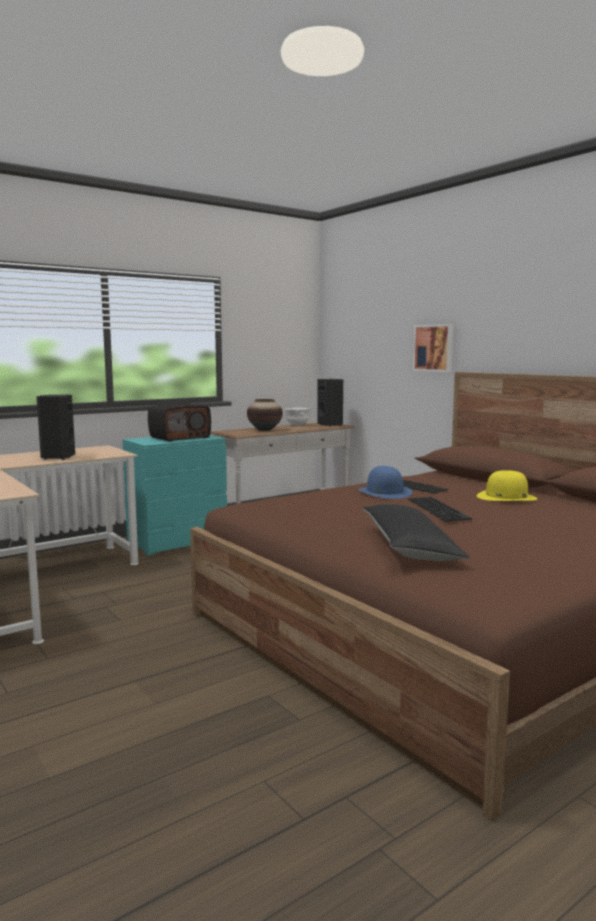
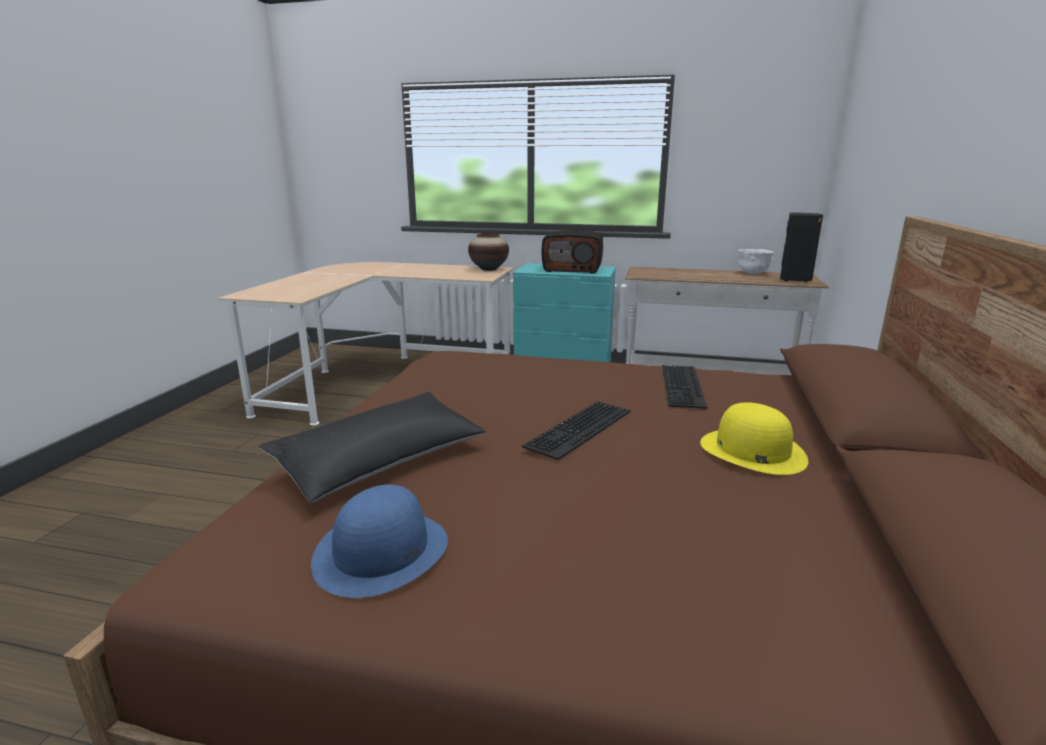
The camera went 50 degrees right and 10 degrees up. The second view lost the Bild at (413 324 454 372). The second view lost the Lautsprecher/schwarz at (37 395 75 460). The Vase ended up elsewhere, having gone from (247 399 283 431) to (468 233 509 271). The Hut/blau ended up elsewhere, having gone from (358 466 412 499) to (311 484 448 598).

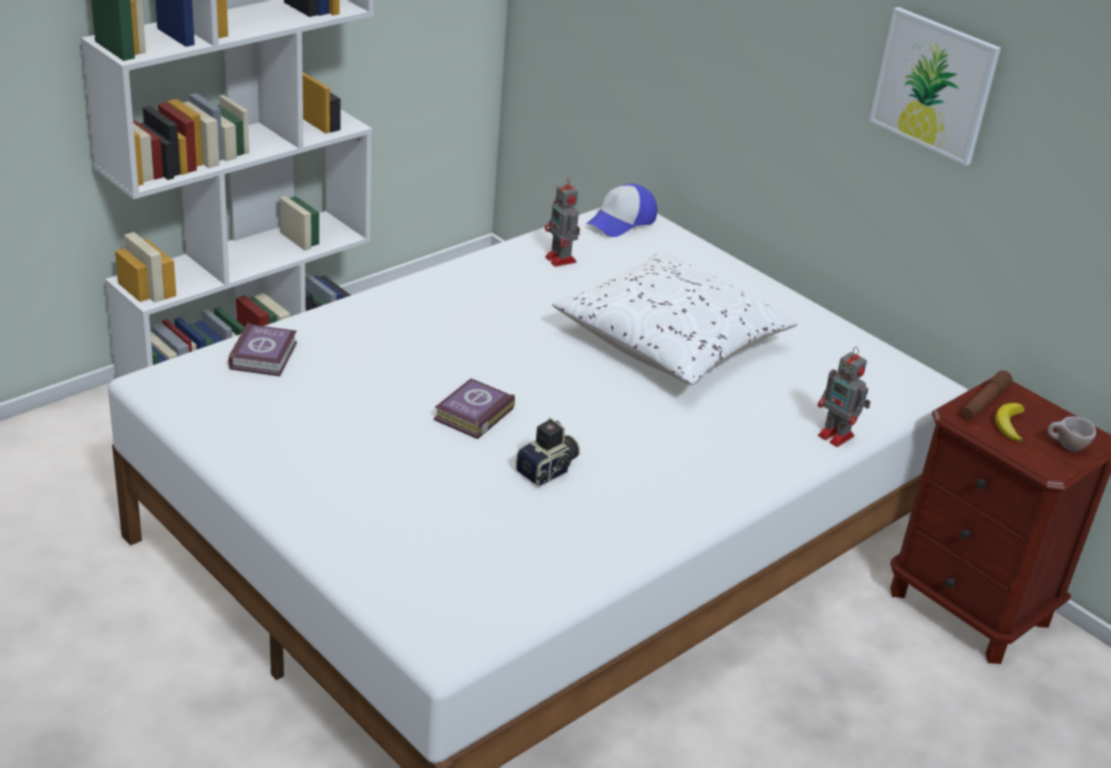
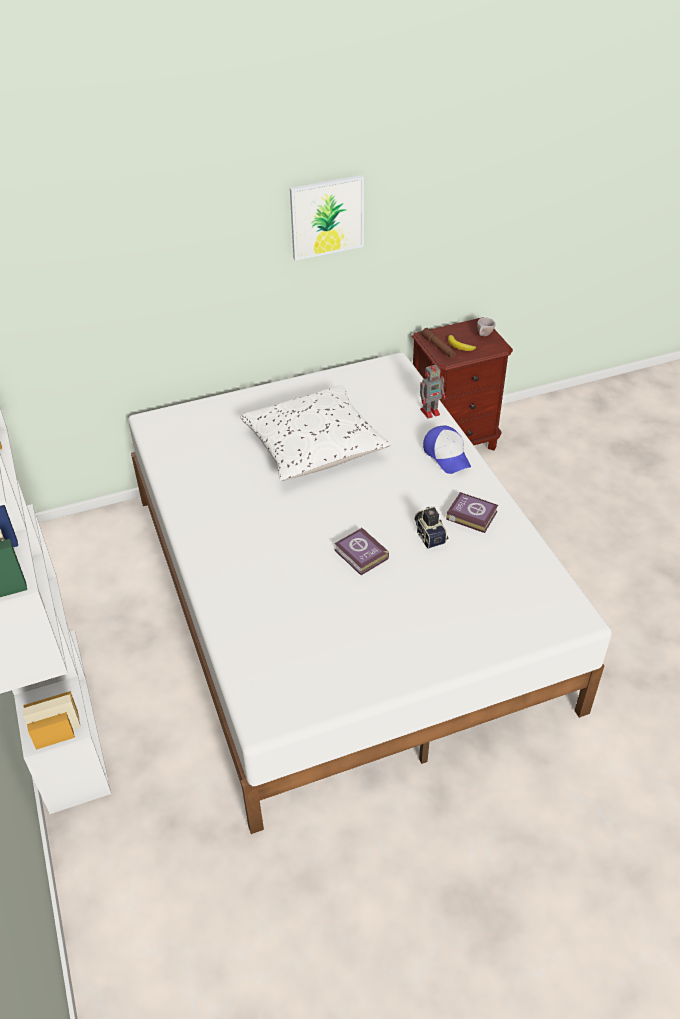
The camera went 65 degrees left and 10 degrees up. The second view lost the Spielzeugroboter at (545 177 580 267). The Kappe ended up elsewhere, having gone from (586 184 657 237) to (423 426 471 474). The Buch ended up elsewhere, having gone from (228 323 297 376) to (446 492 498 533).

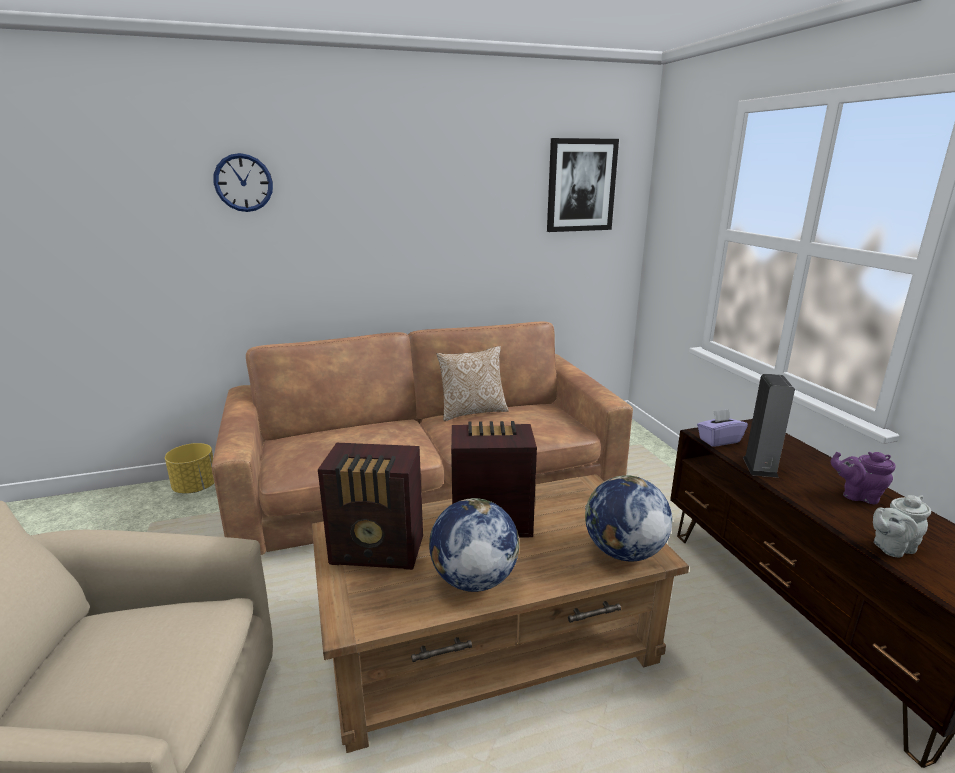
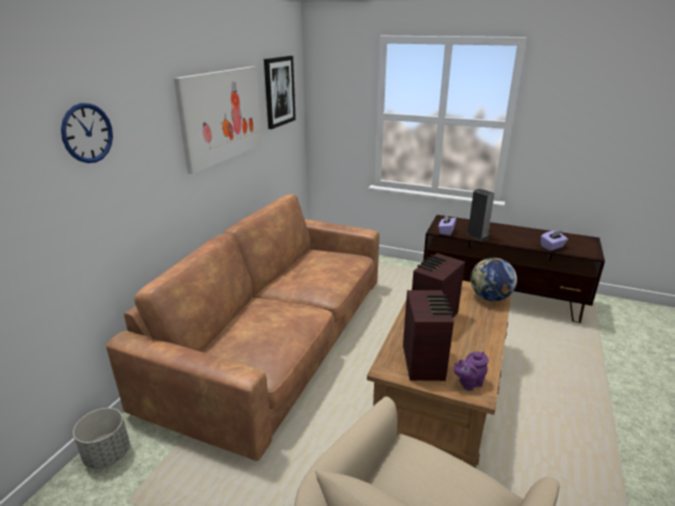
The camera went 50 degrees left and 5 degrees up. The second view lost the Kissen at (436 346 509 421). What was the Pflanzkübel/gelb at (165 443 214 493) turned into the Pflanzkübel/grau at (73 408 130 469). The Radio at (318 443 423 570) ended up facing another way, 45 degrees counterclockwise from before. The Teekanne/lila ended up elsewhere, having gone from (831 452 896 504) to (454 352 489 390). Where the Teekanne/grau stood at (873 495 931 557), the Taschentuchbox/lila came to stand at (541 230 568 251). The second view lost the Globus at (429 498 520 592). The second view gained the Bild at (174 66 262 174).

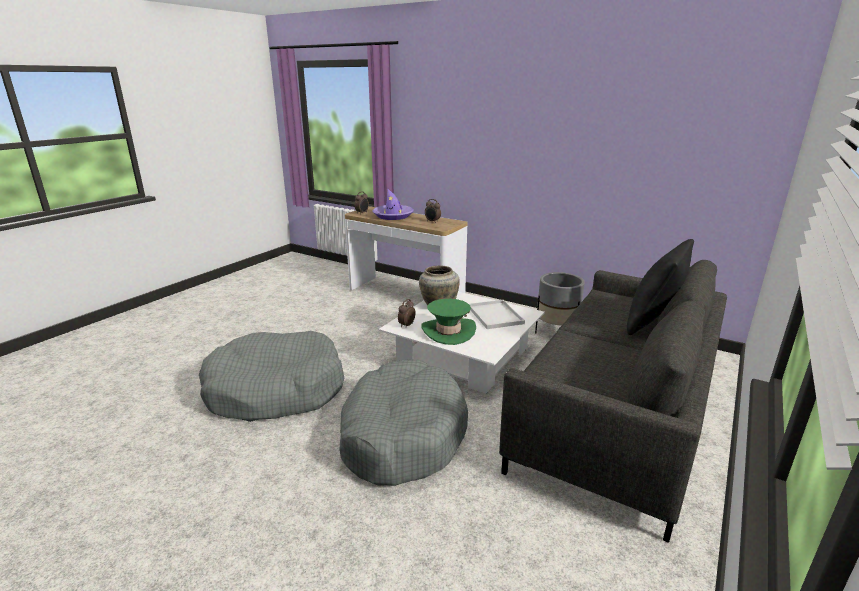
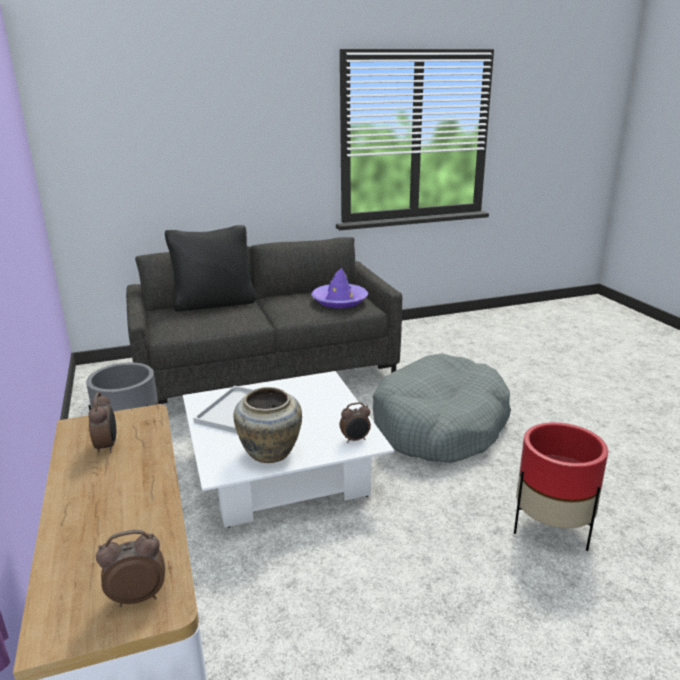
The camera went 140 degrees left and 0 degrees up. The Hut/lila ended up elsewhere, having gone from (372 189 414 220) to (311 268 368 308). The second view lost the Hut/grün at (421 299 476 345). Where the Hundebett/grau stood at (199 331 344 422), the Pflanzkübel/rot came to stand at (514 422 608 551).

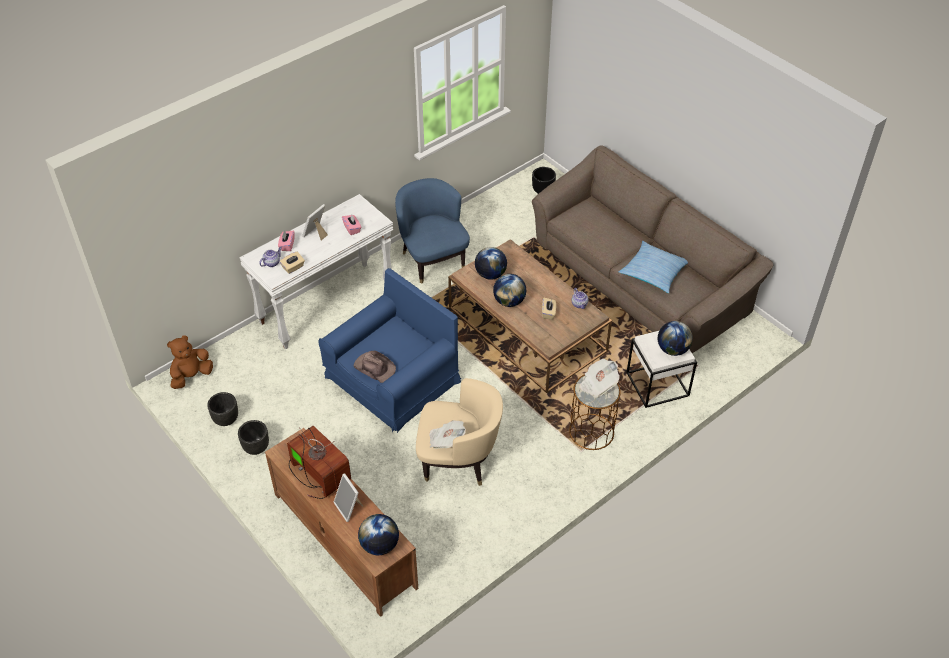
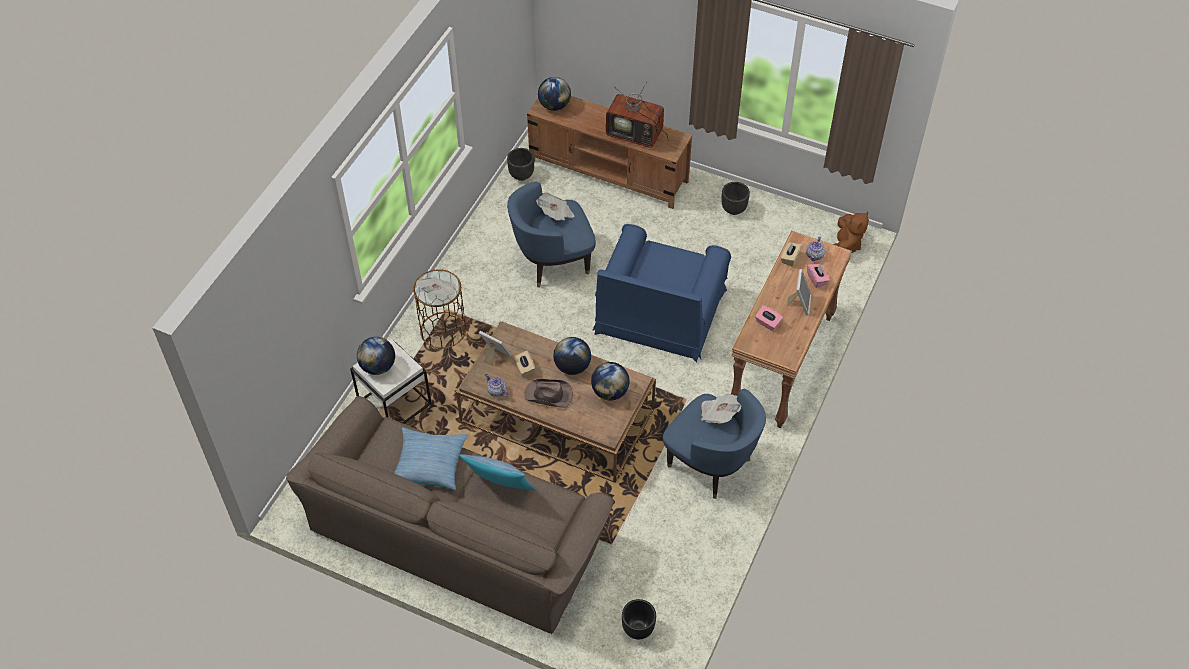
The camera went 155 degrees right and 5 degrees up. What was the Konsolentisch/weiß at (240 194 394 349) turned into the Konsolentisch/braun at (731 231 852 428). The Hut/braun ended up elsewhere, having gone from (353 351 396 383) to (524 379 573 408). What was the Sessel/beige at (416 378 503 486) turned into the Sessel/blau at (507 182 596 288). The Pflanzkübel/schwarz ended up elsewhere, having gone from (207 392 238 426) to (507 148 534 181). The Bilderrahmen ended up elsewhere, having gone from (334 473 363 522) to (479 331 512 367). The second view gained the Zeitung at (701 394 741 424). The second view gained the Kissen at (460 454 536 490).

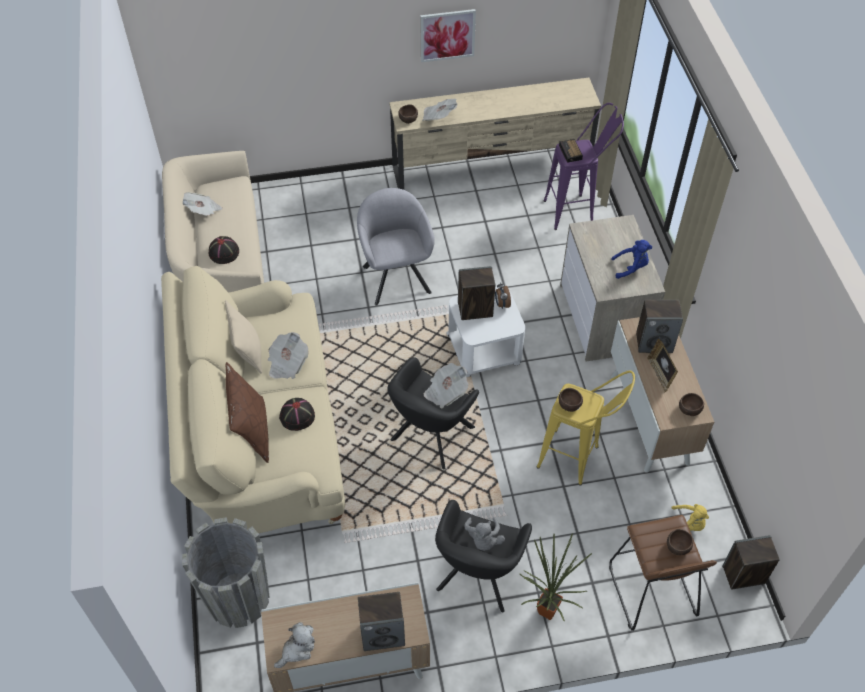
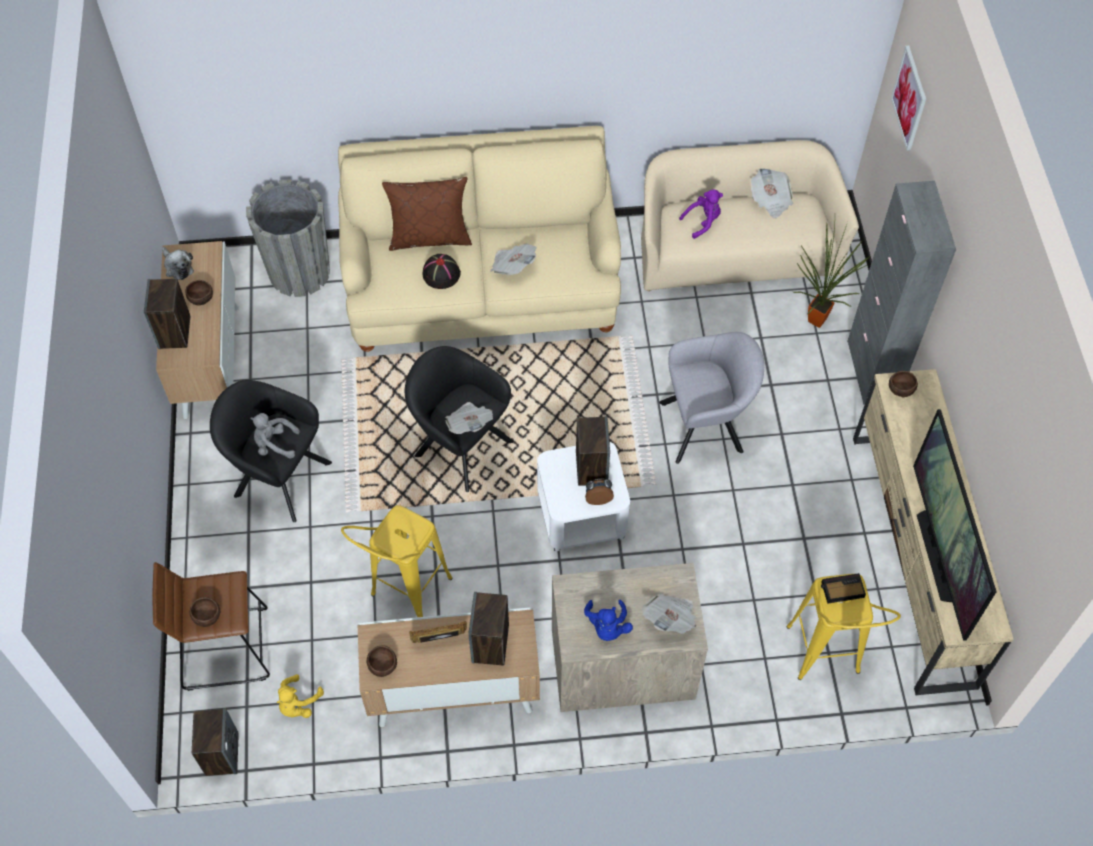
The camera went 95 degrees right and 5 degrees up. The Bild ended up elsewhere, having gone from (420 9 476 62) to (891 46 926 151). The Zeitung ended up elsewhere, having gone from (422 99 458 121) to (642 593 697 634). What was the Hocker/lila at (544 103 624 230) turned into the Hocker/gelb at (787 574 901 680). Where the Hut/schwarz stood at (209 236 239 264), the Plüschtier/lila came to stand at (679 189 723 239). The second view lost the Kissen/beige at (225 300 262 374). The Schüssel/braun ended up elsewhere, having gone from (559 388 583 412) to (186 280 213 306). The Topfpflanze ended up elsewhere, having gone from (519 533 592 621) to (793 222 870 328). The second view gained the Schrank/grau at (847 181 956 405). The second view gained the Fernseher at (913 409 997 641).

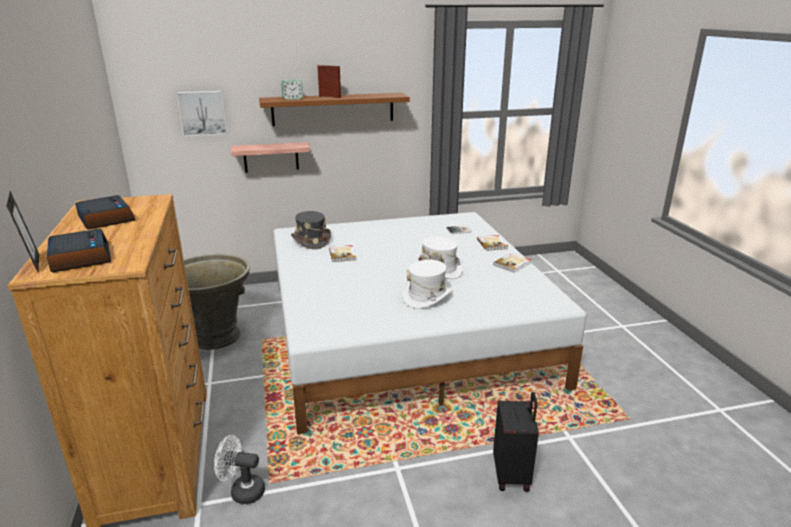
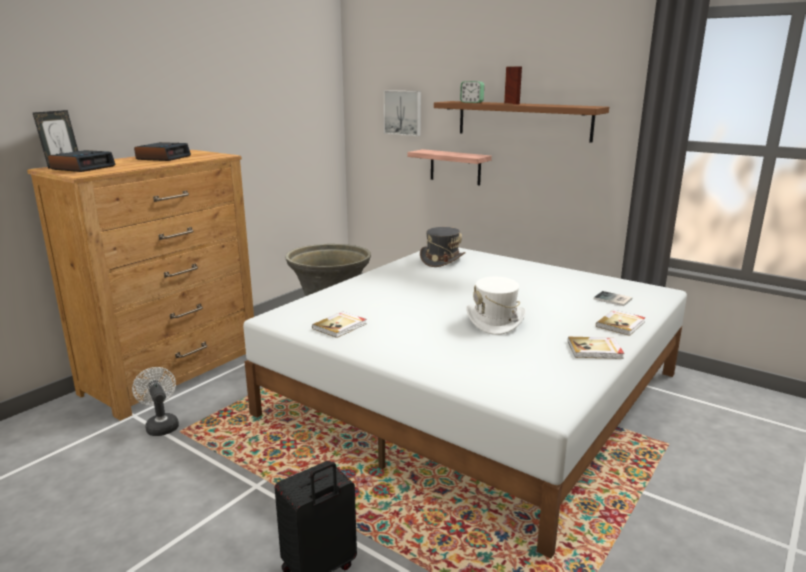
The camera went 50 degrees right and 5 degrees down. The Buch ended up elsewhere, having gone from (329 245 356 262) to (312 311 367 338). The second view lost the Hut/weiß at (402 260 452 309).

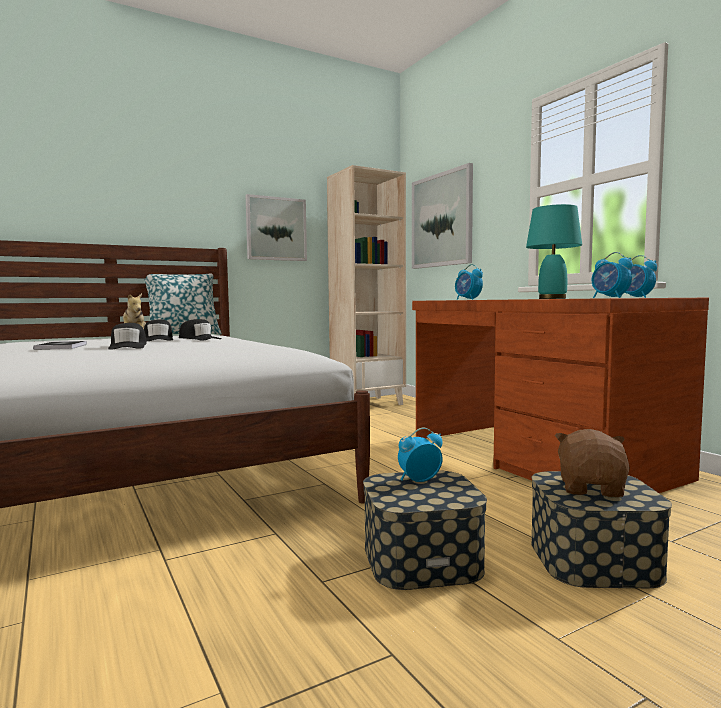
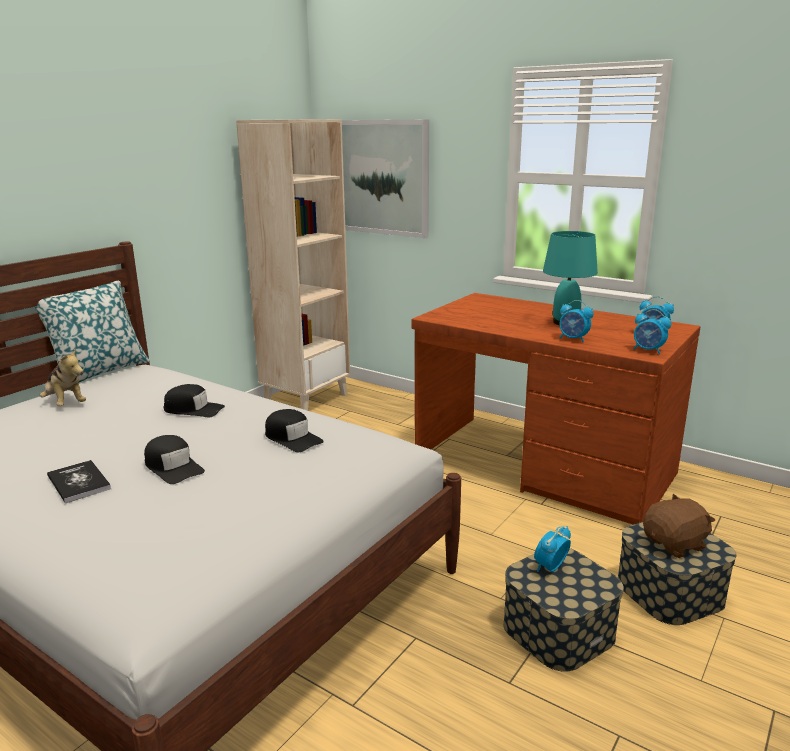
The camera went 25 degrees left and 15 degrees up. The second view lost the Bild at (245 194 307 261). The Wecker ended up elsewhere, having gone from (455 264 483 300) to (559 300 594 342). The Kappe/schwarz ended up elsewhere, having gone from (144 319 173 341) to (265 409 324 452). The Plüschtier/braun at (555 429 630 498) ended up facing another way, 75 degrees clockwise from before.

